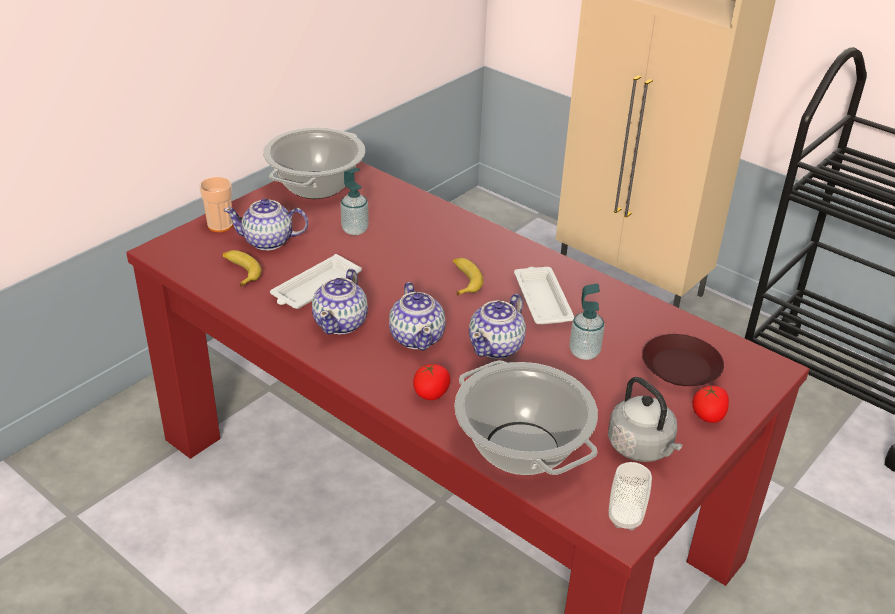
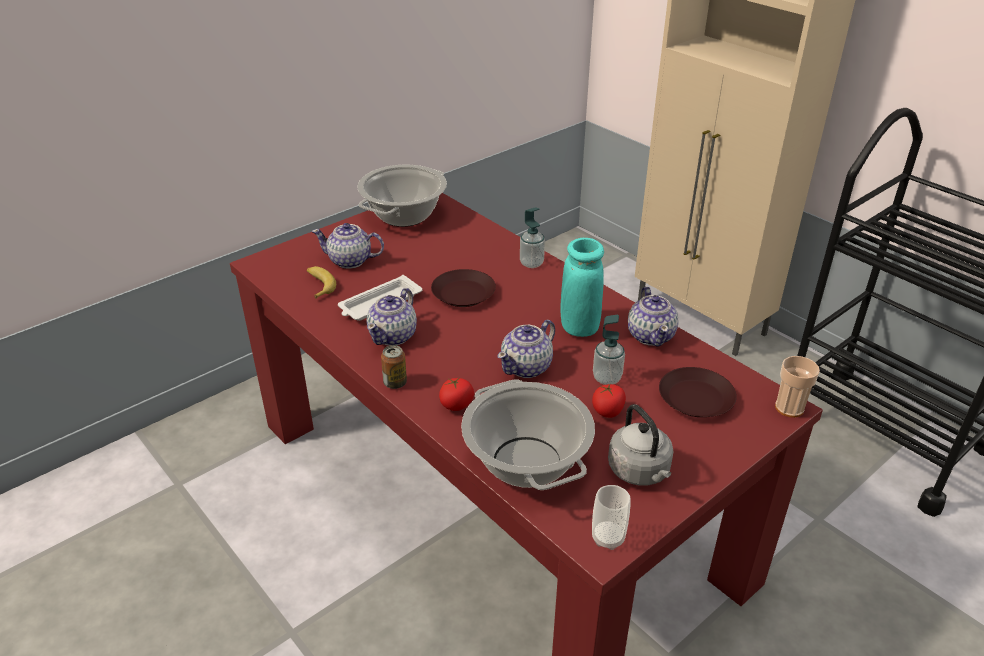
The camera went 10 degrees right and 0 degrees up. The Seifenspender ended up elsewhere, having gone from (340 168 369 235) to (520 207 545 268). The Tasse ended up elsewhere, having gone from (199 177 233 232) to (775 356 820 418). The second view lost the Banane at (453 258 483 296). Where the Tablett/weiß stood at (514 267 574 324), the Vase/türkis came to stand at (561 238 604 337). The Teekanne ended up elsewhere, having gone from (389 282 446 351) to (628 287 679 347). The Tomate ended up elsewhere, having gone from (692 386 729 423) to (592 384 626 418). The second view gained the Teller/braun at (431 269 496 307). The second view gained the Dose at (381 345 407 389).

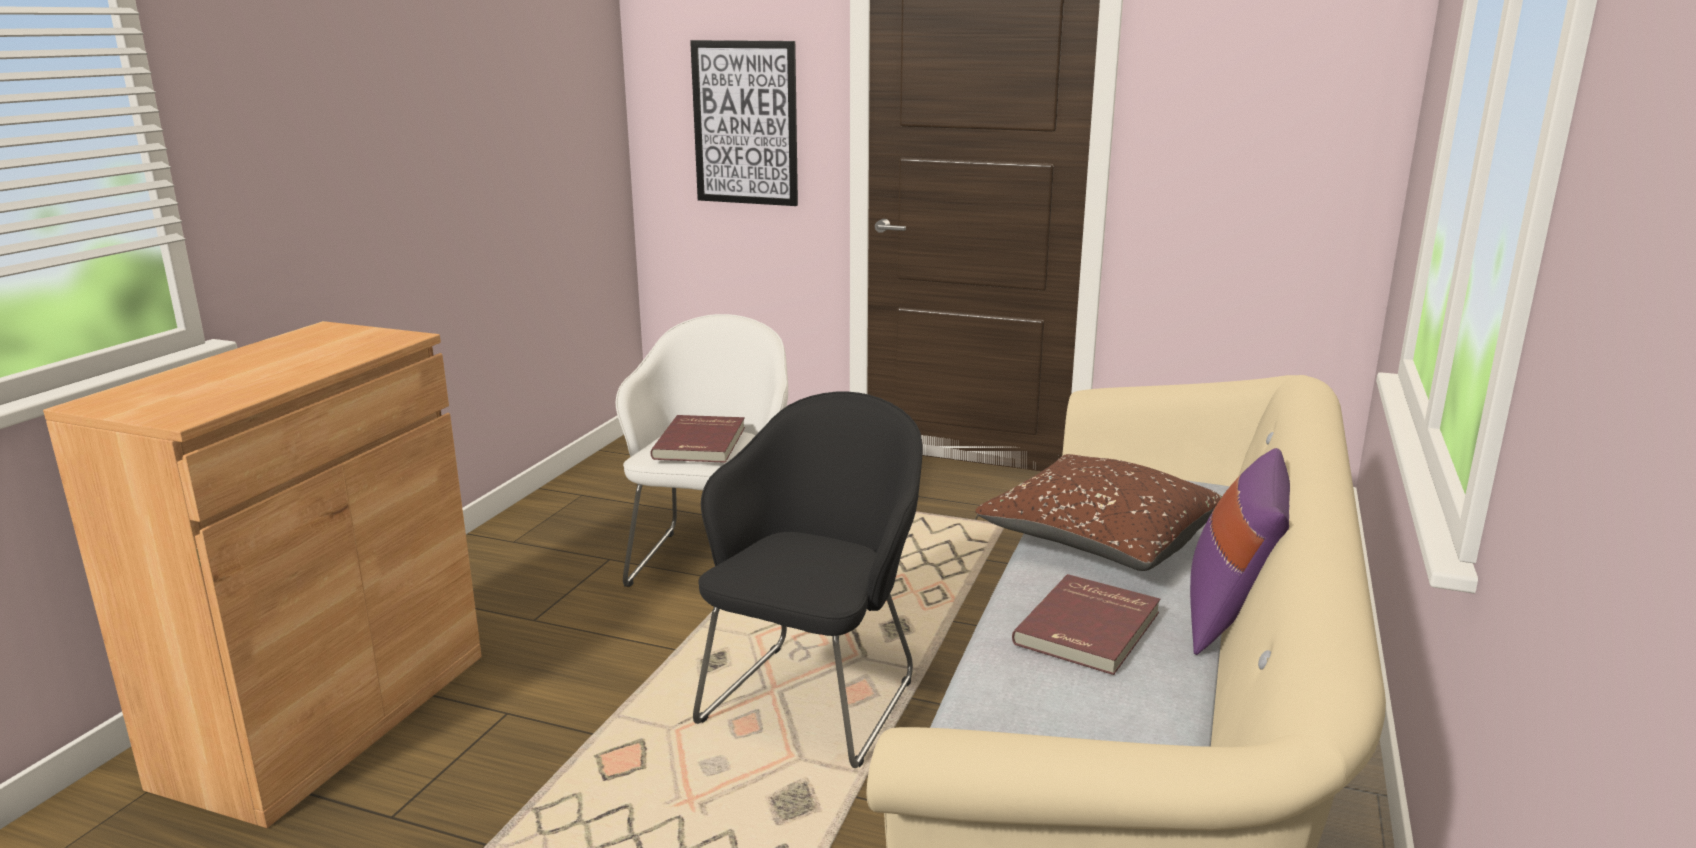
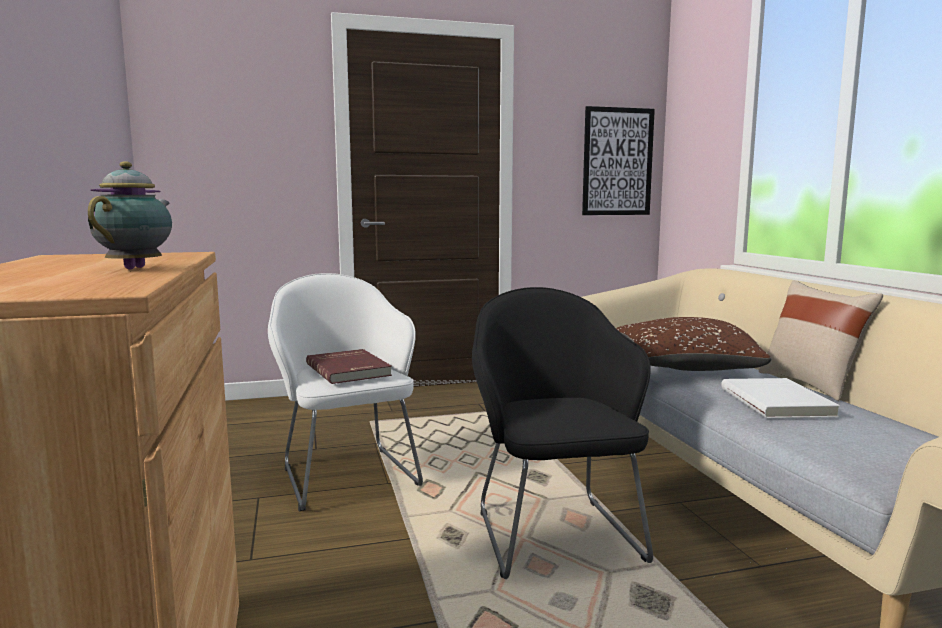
The camera went 35 degrees left and 10 degrees down. The Bild ended up elsewhere, having gone from (690 40 798 206) to (582 106 655 215). What was the Kissen/lila at (1190 448 1290 655) turned into the Kissen/beige at (759 280 883 401). What was the Buch/rot at (1012 574 1160 675) turned into the Buch/weiß at (721 378 840 418). The second view gained the Teekanne at (88 161 172 269).

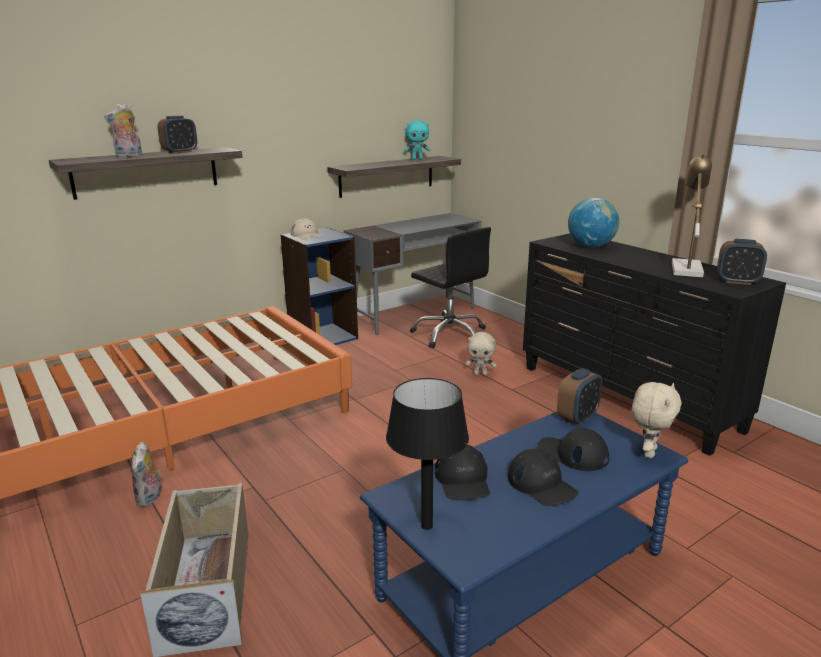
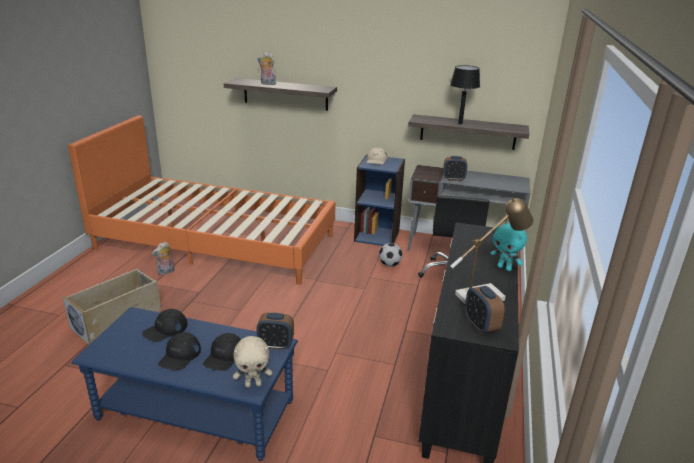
The camera went 50 degrees right and 5 degrees up. The Wecker ended up elsewhere, having gone from (157 116 197 154) to (443 156 467 181). The Plüschtier/türkis ended up elsewhere, having gone from (404 120 430 160) to (490 223 527 271). The second view lost the Globus at (568 198 619 248). The second view lost the Plüschtier/beige at (465 332 497 376). The Tischlampe/schwarz ended up elsewhere, having gone from (386 378 469 530) to (450 65 480 124). The Kappe/schwarz at (538 428 609 471) ended up facing another way, 150 degrees counterclockwise from before. The second view gained the Fußball at (379 243 403 267).

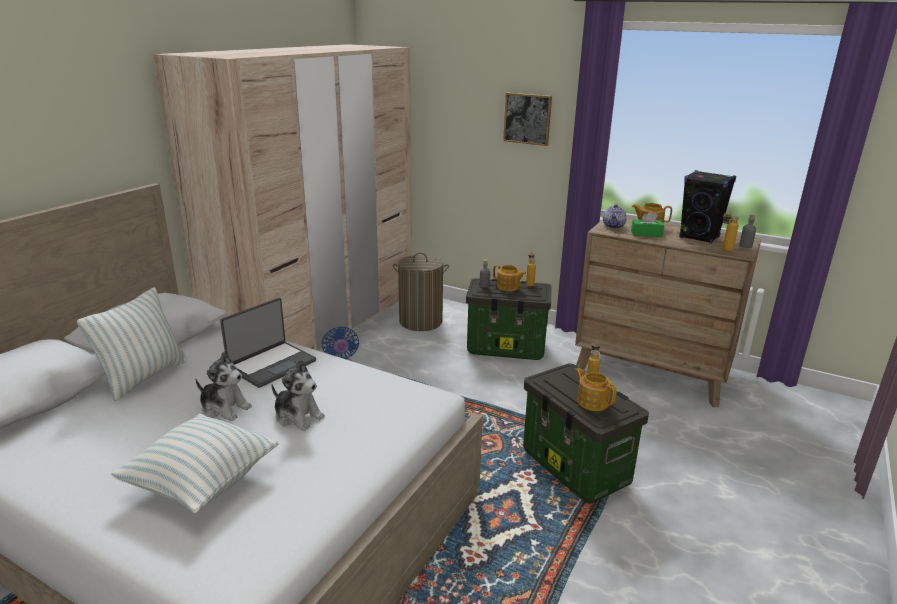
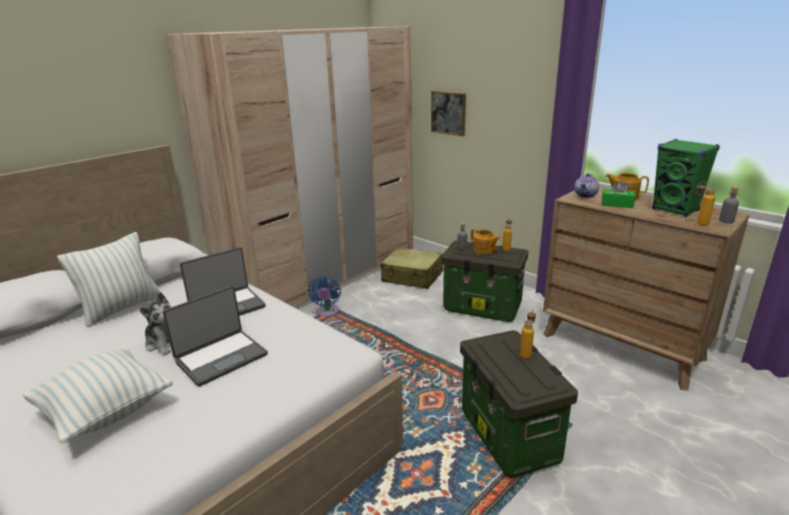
The camera went 15 degrees right and 0 degrees up. The Bild ended up elsewhere, having gone from (503 93 552 146) to (431 91 466 136). What was the Lautsprecher/schwarz at (679 170 736 244) turned into the Lautsprecher/grün at (652 139 720 217). Where the Wäschekorb stood at (393 253 449 331), the Koffer/beige came to stand at (380 248 443 289). Where the Plüschtier stood at (271 359 325 431), the Laptop came to stand at (163 286 268 387). The second view lost the Teekanne at (575 368 617 411).

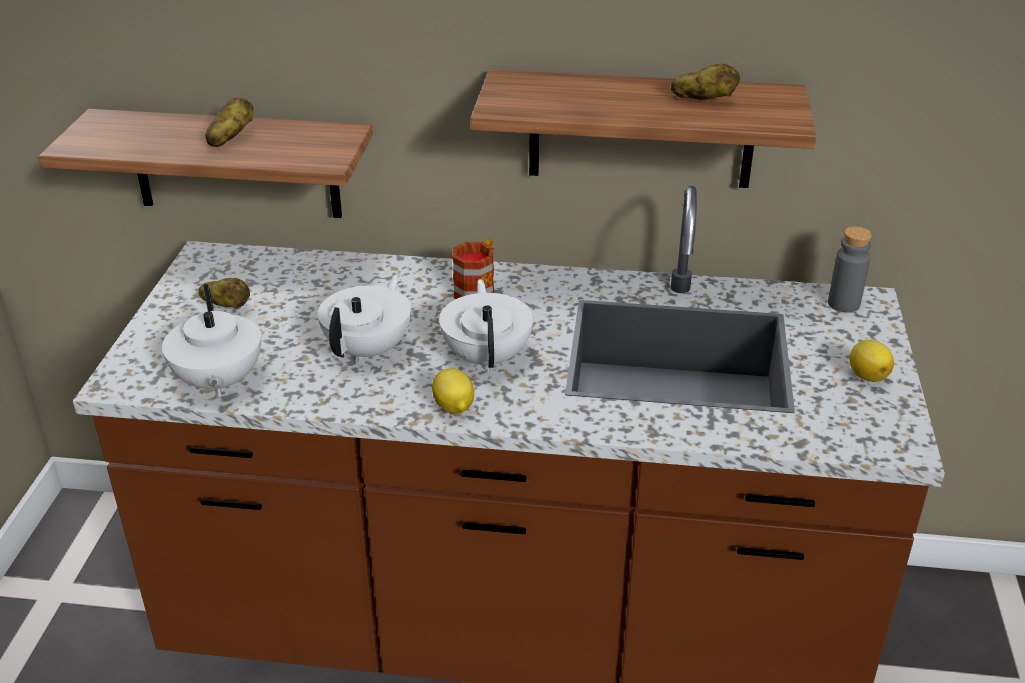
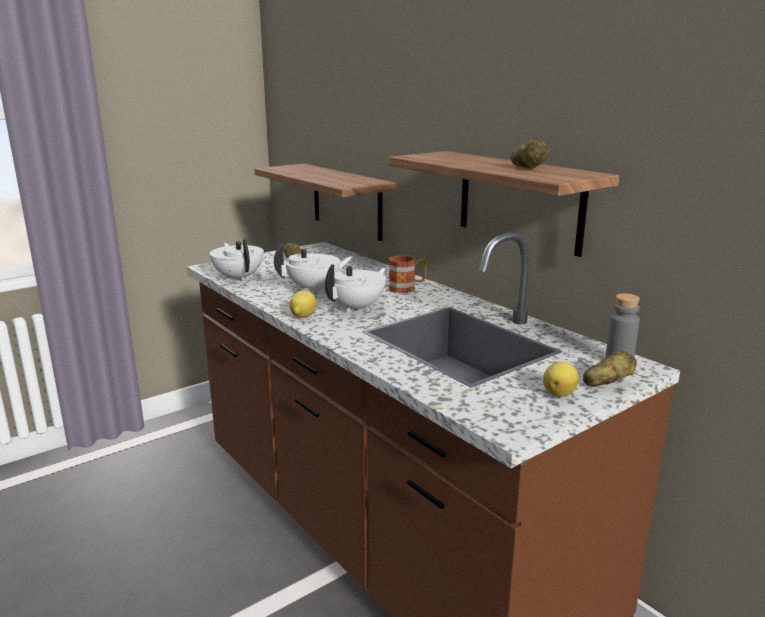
The camera went 45 degrees right and 15 degrees down. The Kartoffel ended up elsewhere, having gone from (205 98 253 147) to (583 351 637 387). The Teekanne/weiß at (162 284 261 396) ended up facing another way, 120 degrees clockwise from before.

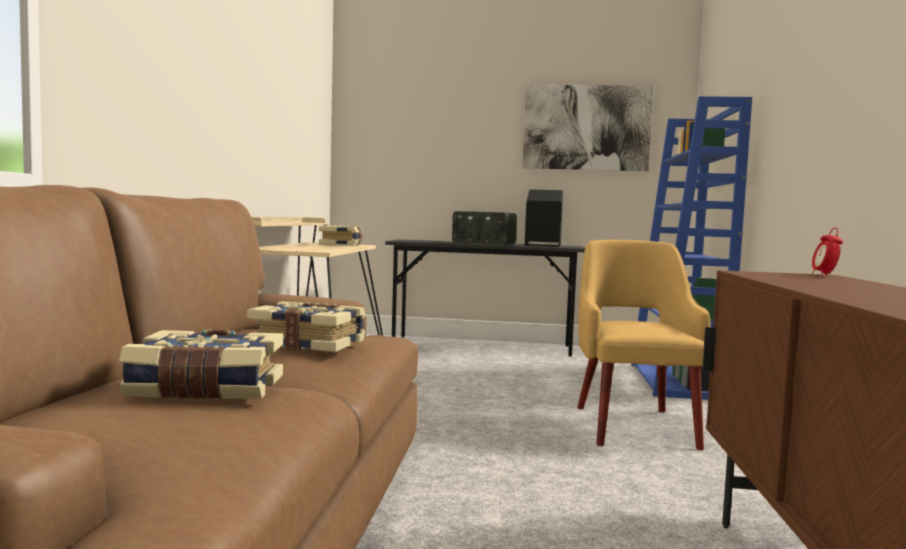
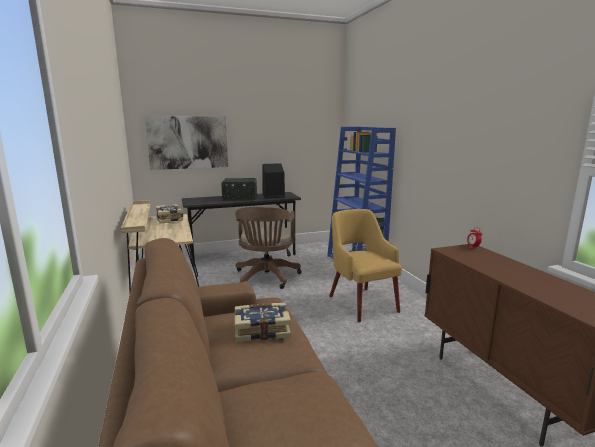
The camera went 25 degrees left and 10 degrees up. The Bild ended up elsewhere, having gone from (523 85 654 171) to (145 116 228 170). The second view lost the Buch at (119 329 283 400). The second view gained the Bürostuhl/braun at (235 207 302 289).

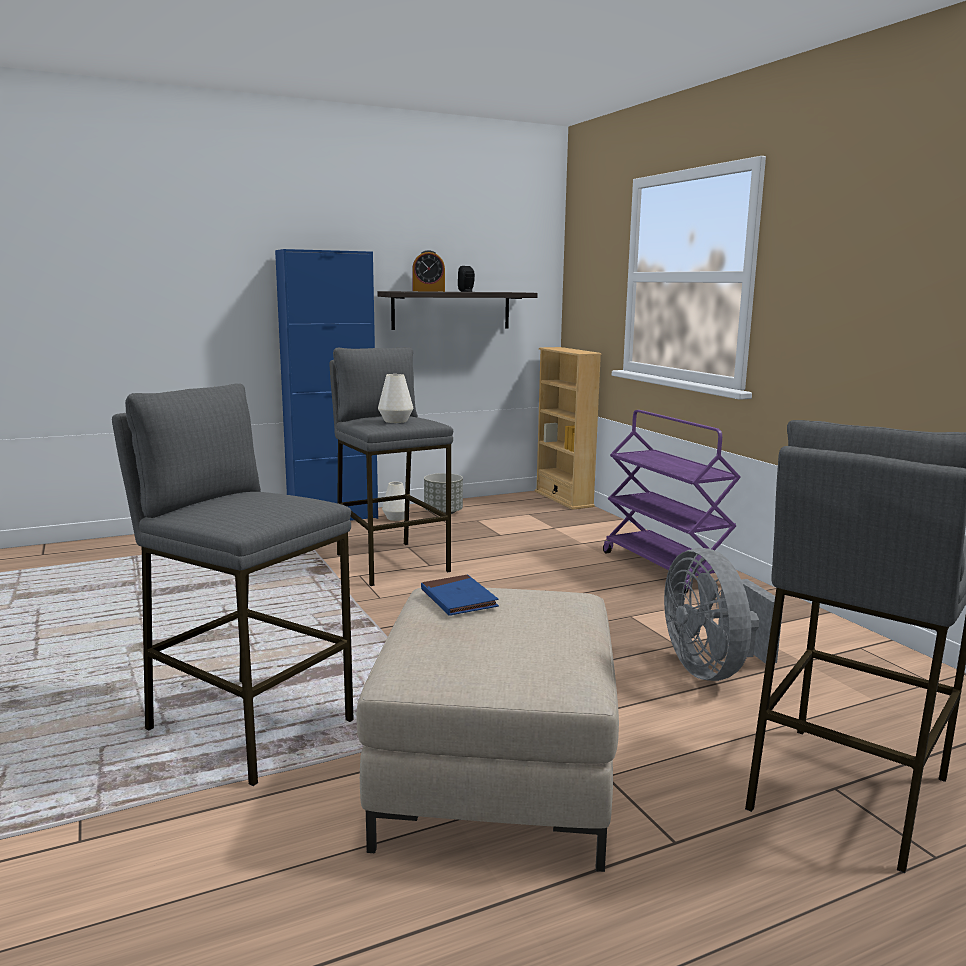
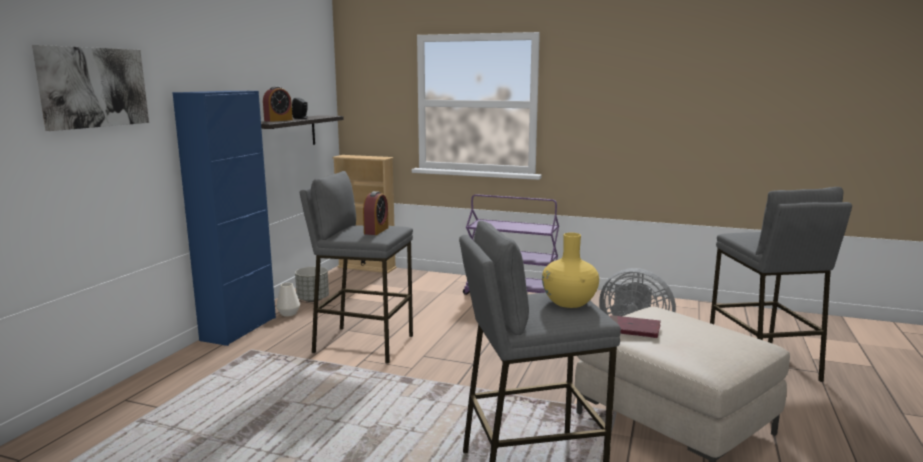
The camera went 45 degrees left and 0 degrees up. Where the Vase/weiß stood at (378 374 413 423), the Wecker came to stand at (363 191 389 235). What was the Buch/blau at (421 575 499 616) turned into the Buch/rot at (610 315 661 338). The second view gained the Bild at (32 45 149 131). The second view gained the Vase/gelb at (542 233 599 308).

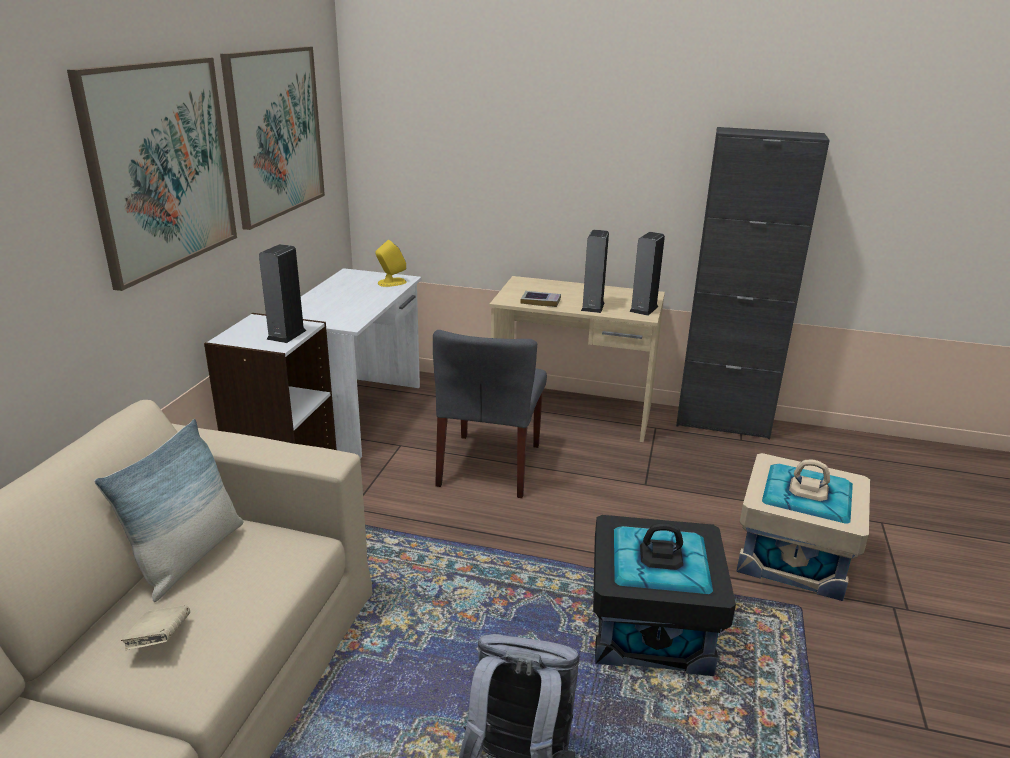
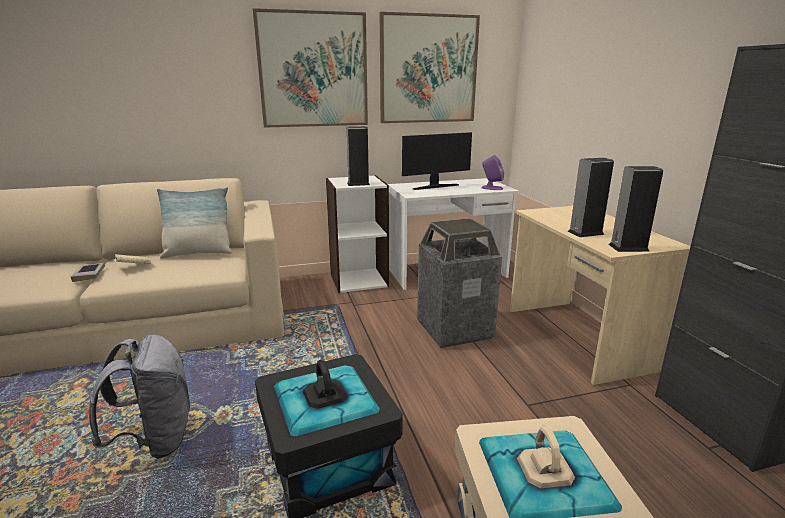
The camera went 60 degrees right and 5 degrees down. What was the Lautsprecher/gelb at (376 240 407 287) turned into the Lautsprecher/lila at (481 155 504 190). The Buch ended up elsewhere, having gone from (521 291 561 307) to (71 263 105 282). Where the Stuhl/grau stood at (433 330 547 498), the Mülleimer came to stand at (417 218 502 348). The second view gained the Monitor at (402 132 472 190).

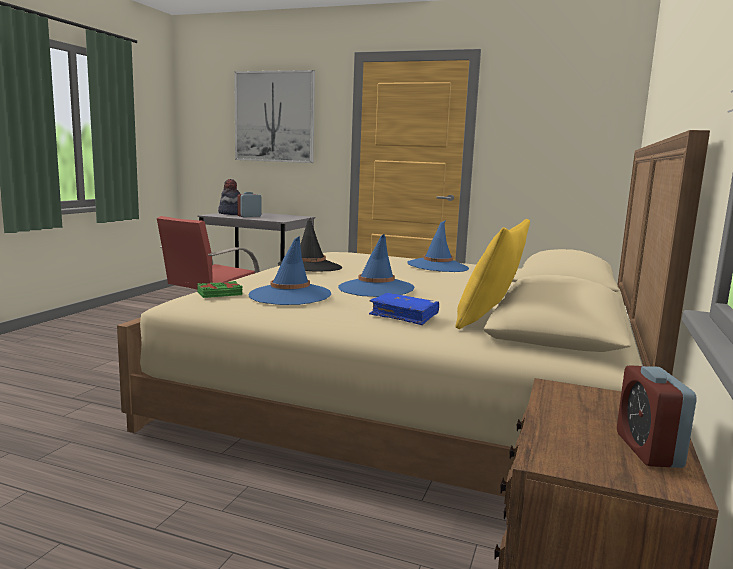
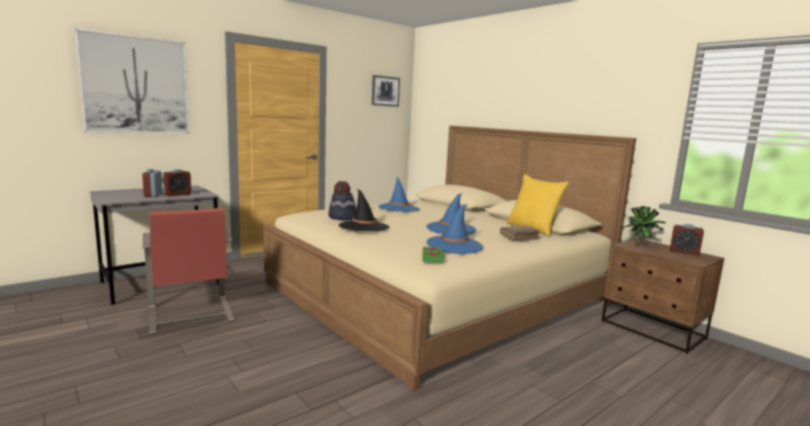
The camera went 60 degrees left and 0 degrees up. The Hut ended up elsewhere, having gone from (218 179 240 215) to (328 181 356 220). What was the Buch/blau at (369 293 439 325) turned into the Buch/braun at (500 225 541 242). The second view gained the Bild at (372 75 400 107). The second view gained the Wecker at (162 169 191 196). The second view gained the Topfpflanze at (621 206 666 246).

